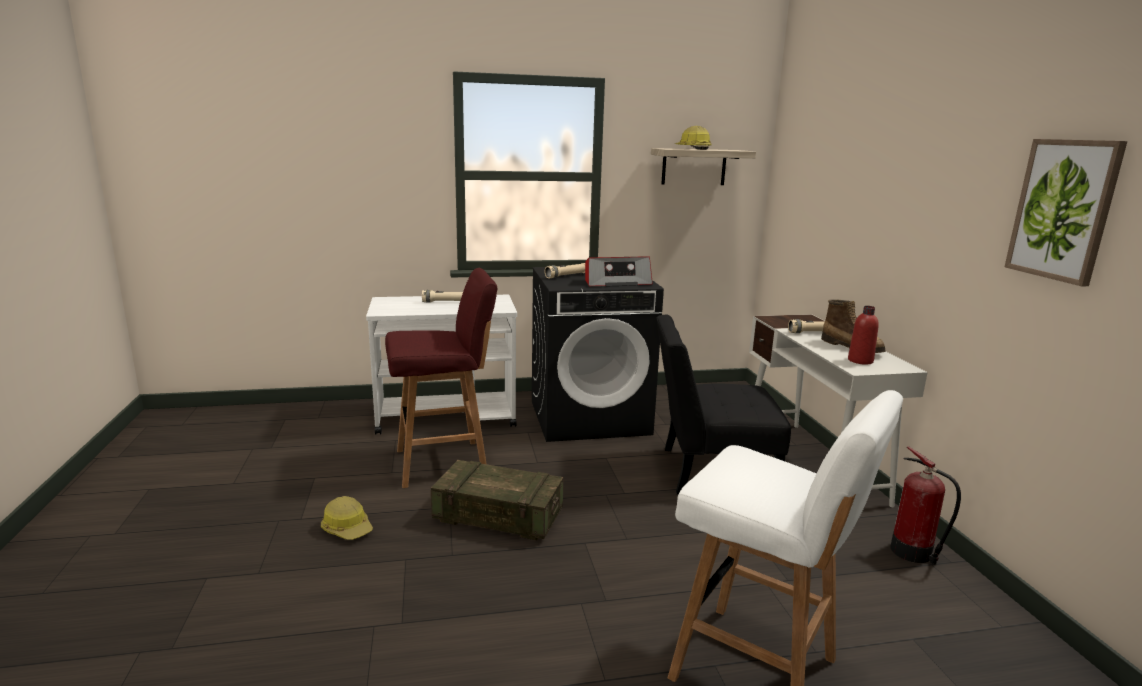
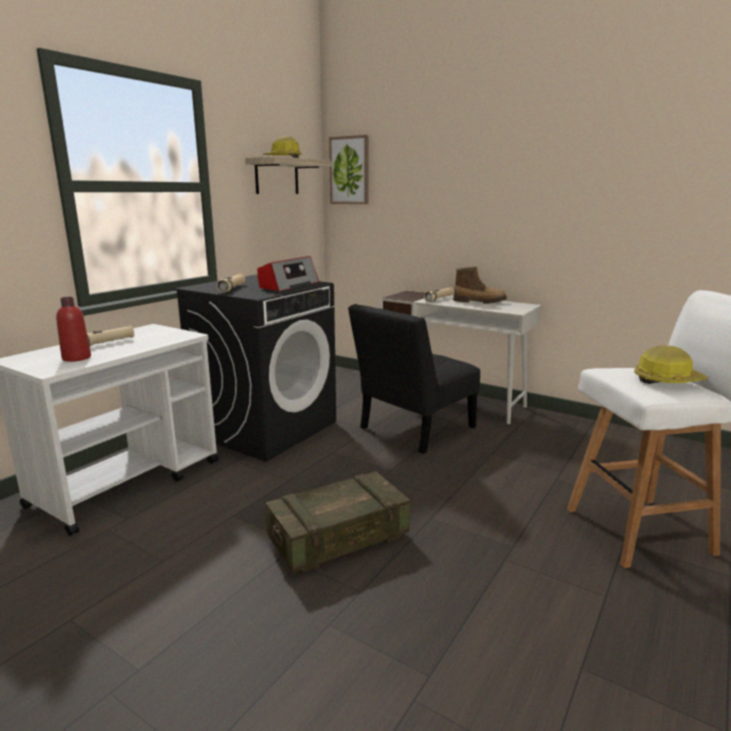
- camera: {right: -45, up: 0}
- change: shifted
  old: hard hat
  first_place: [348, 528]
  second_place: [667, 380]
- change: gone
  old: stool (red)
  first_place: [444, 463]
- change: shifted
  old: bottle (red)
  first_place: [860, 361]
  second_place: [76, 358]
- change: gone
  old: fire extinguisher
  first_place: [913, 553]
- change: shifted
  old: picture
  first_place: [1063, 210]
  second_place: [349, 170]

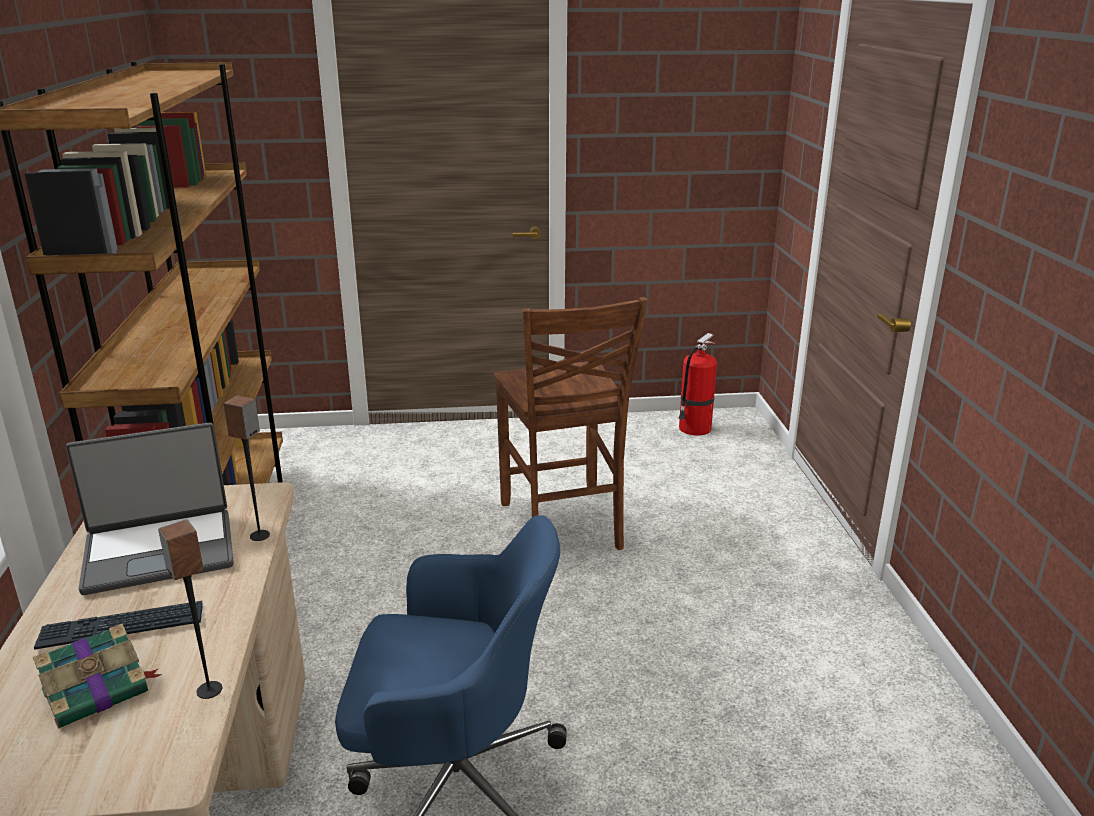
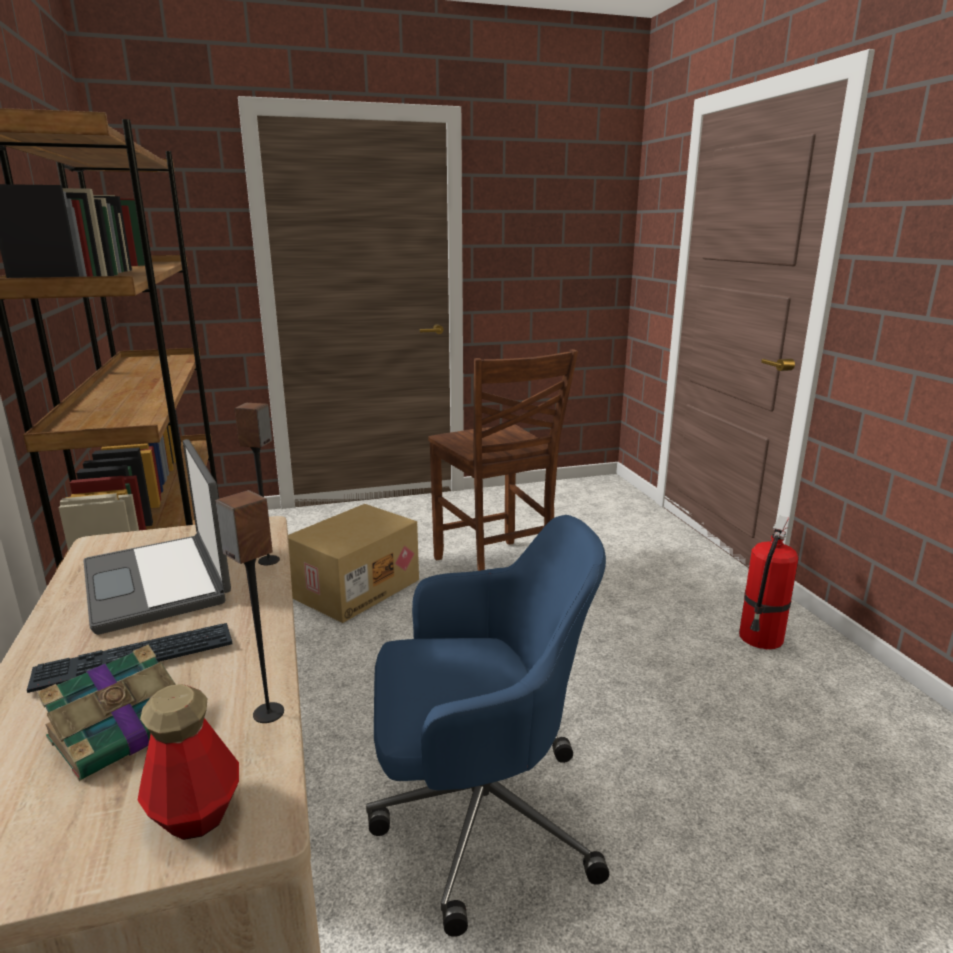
- camera: {right: -10, up: -5}
- change: rotated
  old: laptop
  first_place: [160, 551]
  second_place: [160, 582]
  degrees: 90
- change: shifted
  old: fire extinguisher
  first_place: [694, 429]
  second_place: [760, 638]
- change: new
  new: bottle
  second_place: [195, 813]
- change: new
  new: cardboard box
  second_place: [355, 587]

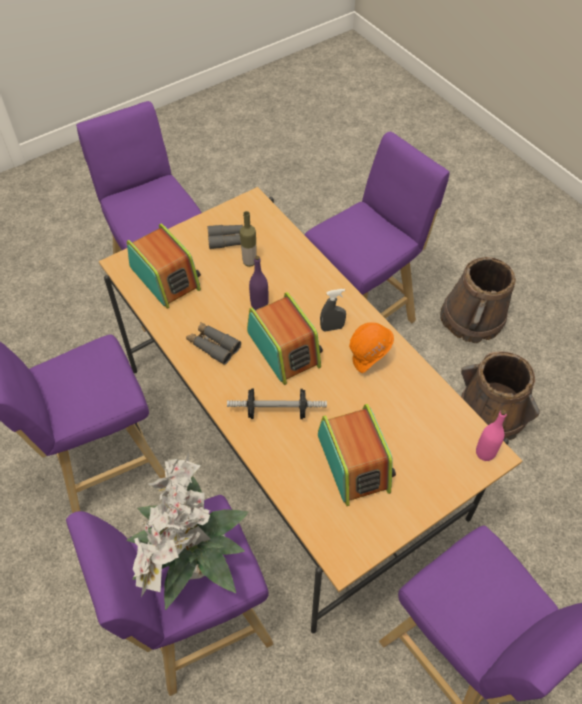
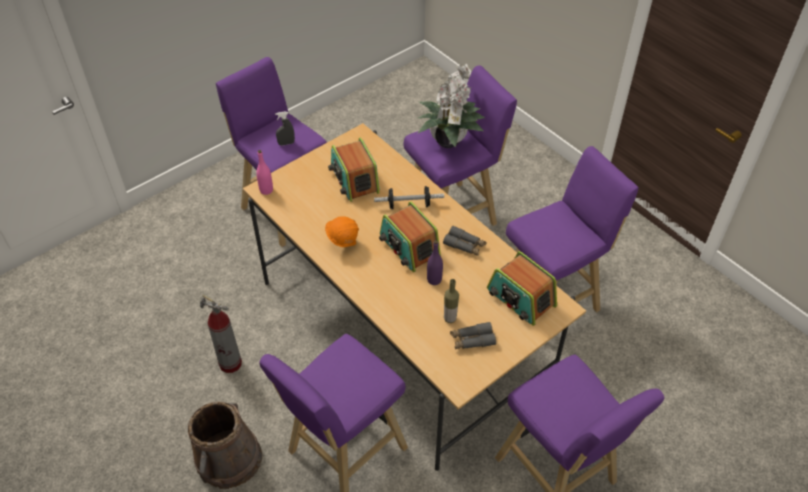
- camera: {right: 175, up: -5}
- change: shifted
  old: spray bottle (grey)
  first_place: [332, 328]
  second_place: [286, 143]
- change: swapped
  old: bucket (brown)
  new: fire extinguisher
  first_place: [491, 412]
  second_place: [230, 363]

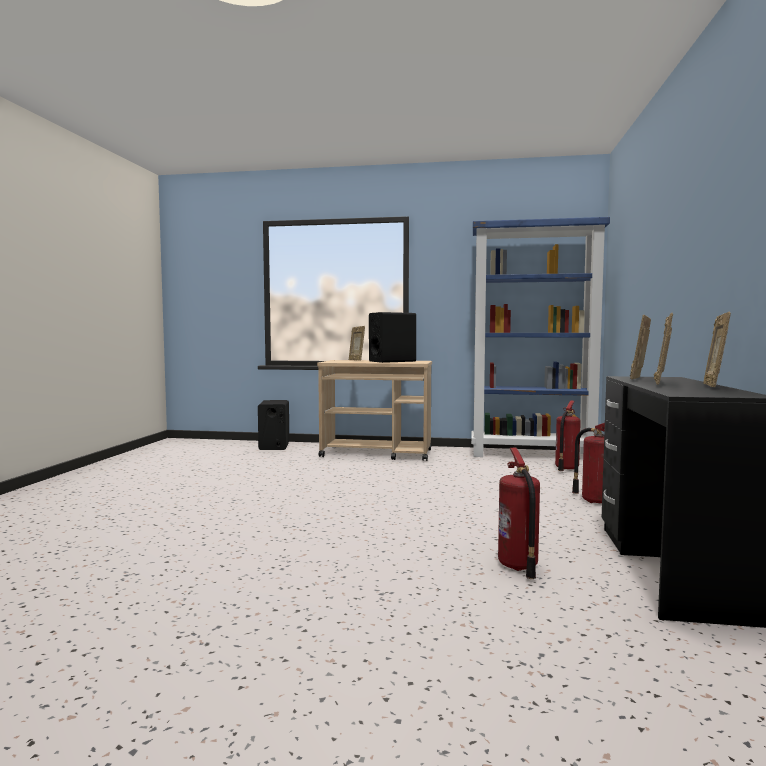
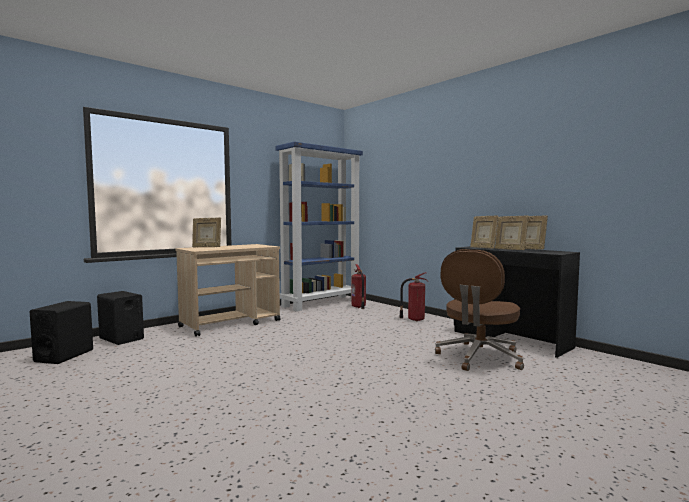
- camera: {right: -50, up: 0}
- change: shifted
  old: speaker (black)
  first_place: [392, 361]
  second_place: [64, 356]
- change: swapped
  old: fire extinguisher
  new: office chair (brown)
  first_place: [518, 566]
  second_place: [479, 358]

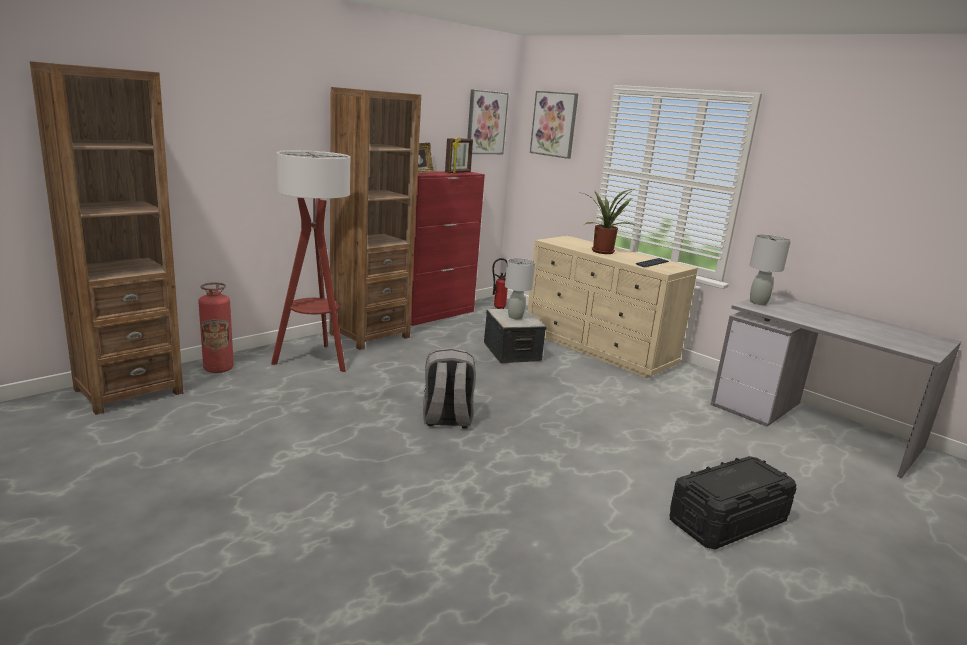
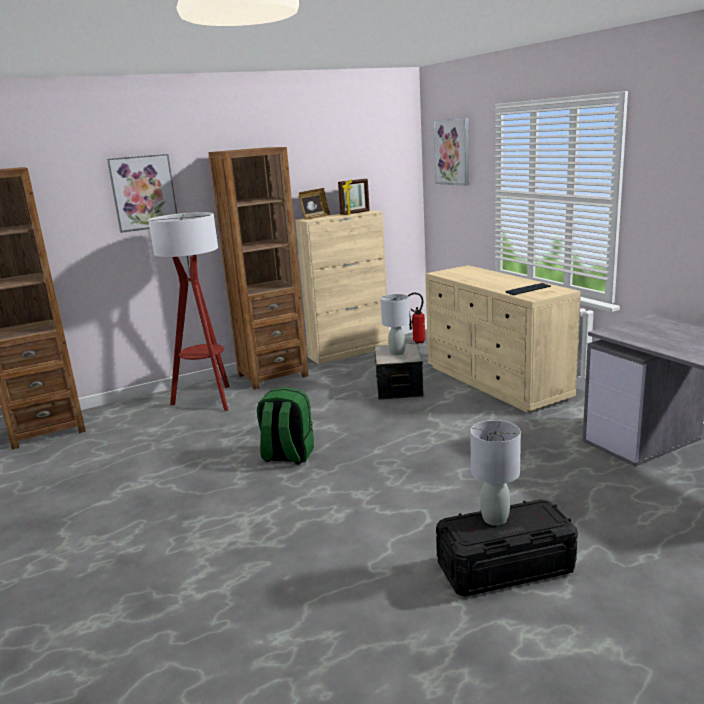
- camera: {right: 20, up: 0}
- change: gone
  old: fire extinguisher
  first_place: [218, 369]
- change: repainted
  old: cabinet (red)
  new: cabinet (beige)
  first_place: [436, 314]
  second_place: [350, 352]
- change: repainted
  old: backpack (grey)
  new: backpack (green)
  first_place: [446, 420]
  second_place: [287, 456]
- change: shifted
  old: picture
  first_place: [486, 122]
  second_place: [143, 192]
- change: gone
  old: potted plant
  first_place: [603, 251]
- change: shifted
  old: table lamp (grey)
  first_place: [758, 302]
  second_place: [495, 519]

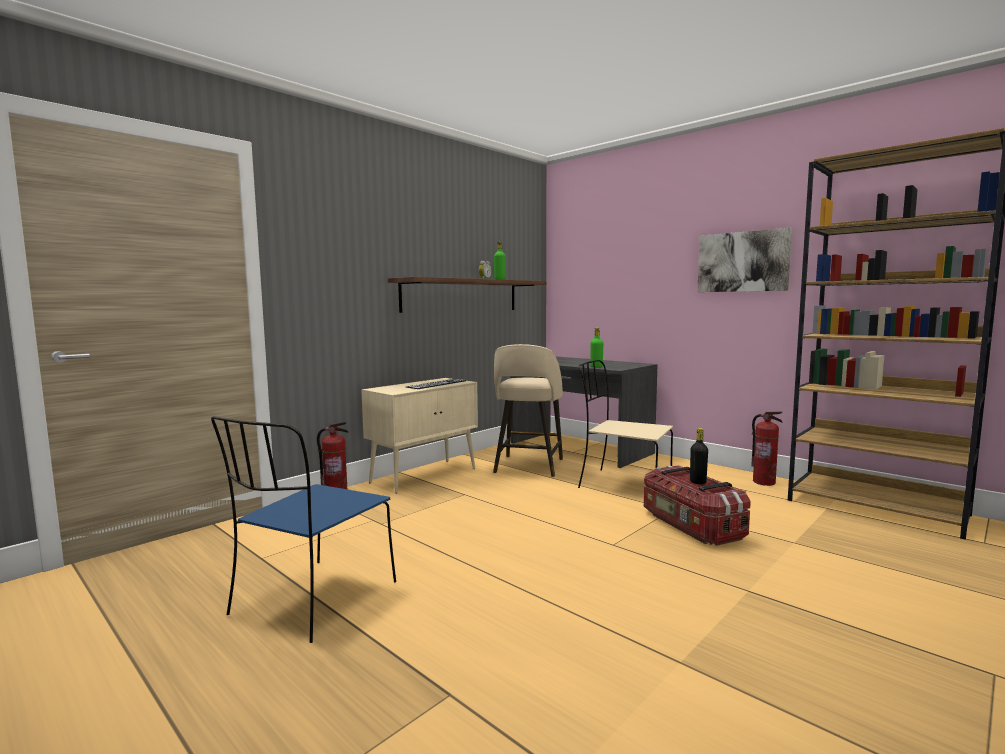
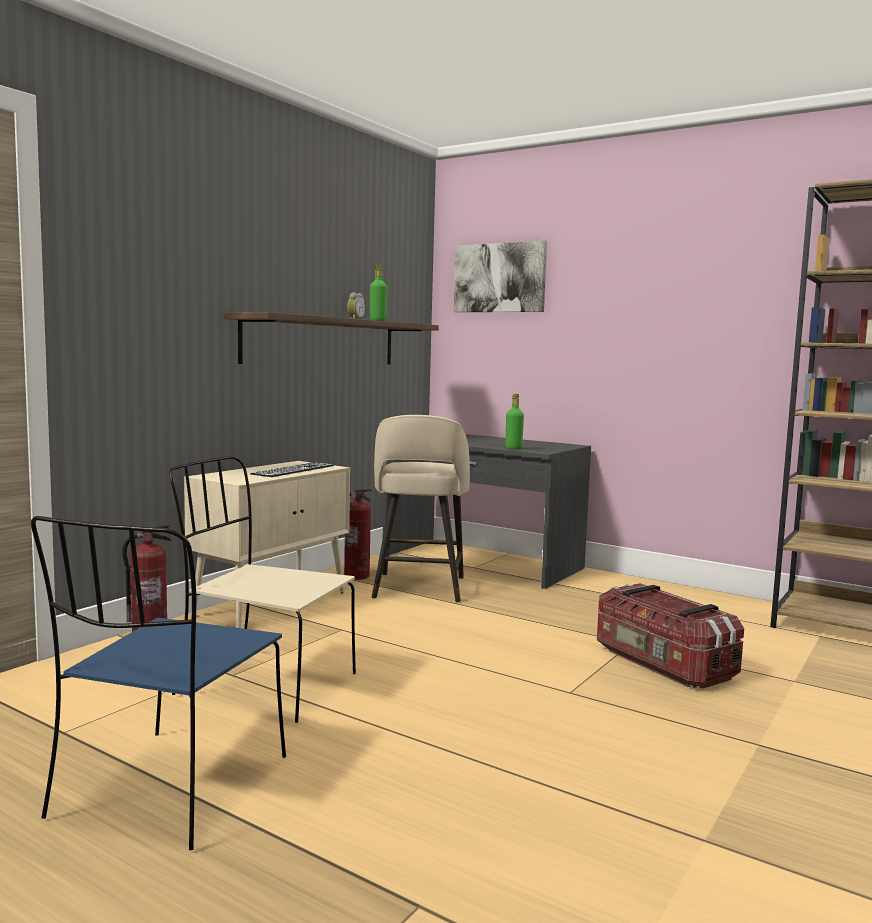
- camera: {right: -10, up: 0}
- change: shifted
  old: chair (beige)
  first_place: [623, 484]
  second_place: [262, 684]
- change: gone
  old: bottle (black)
  first_place: [698, 482]
- change: shifted
  old: picture
  first_place: [742, 262]
  second_place: [500, 278]
- change: shifted
  old: fire extinguisher
  first_place: [764, 482]
  second_place: [357, 576]

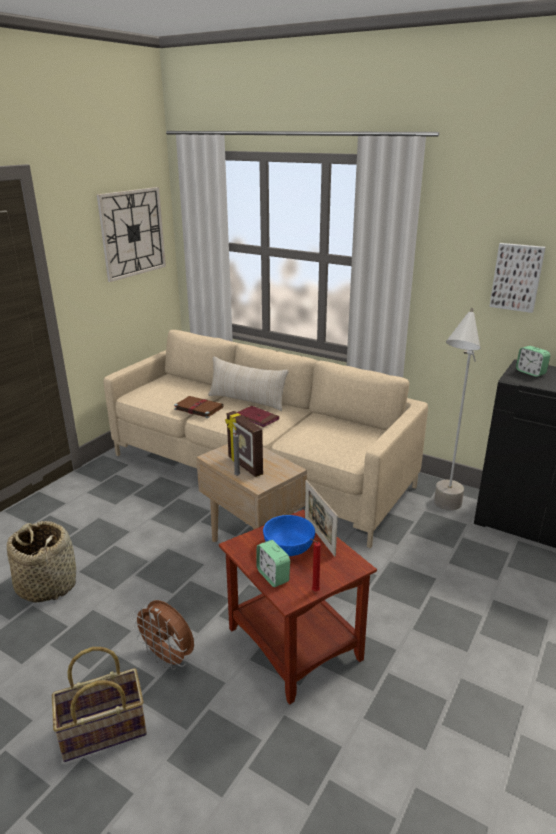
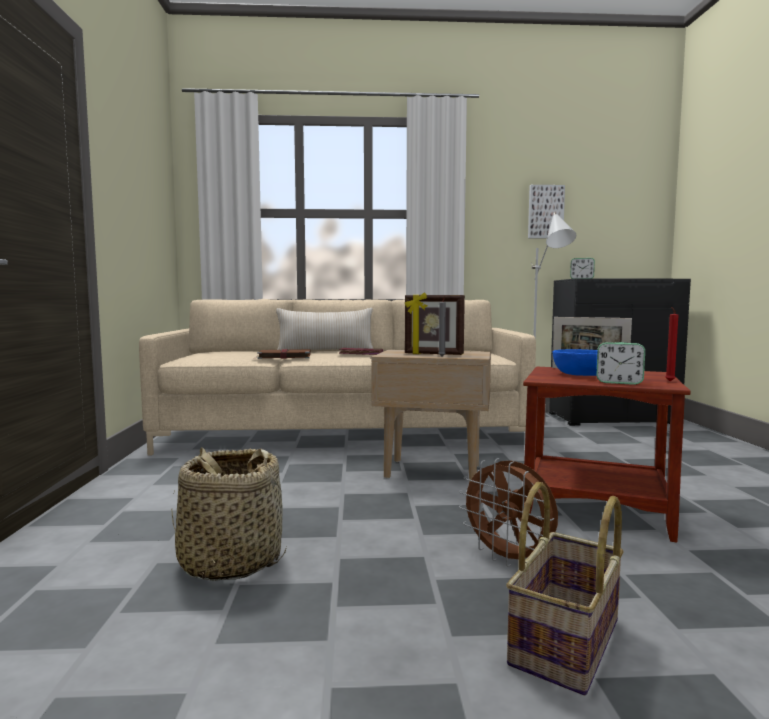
- camera: {right: -35, up: -20}
- change: gone
  old: wall clock
  first_place: [132, 233]
- change: rotated
  old: fan (brown)
  first_place: [168, 658]
  second_place: [509, 559]
  degrees: 45

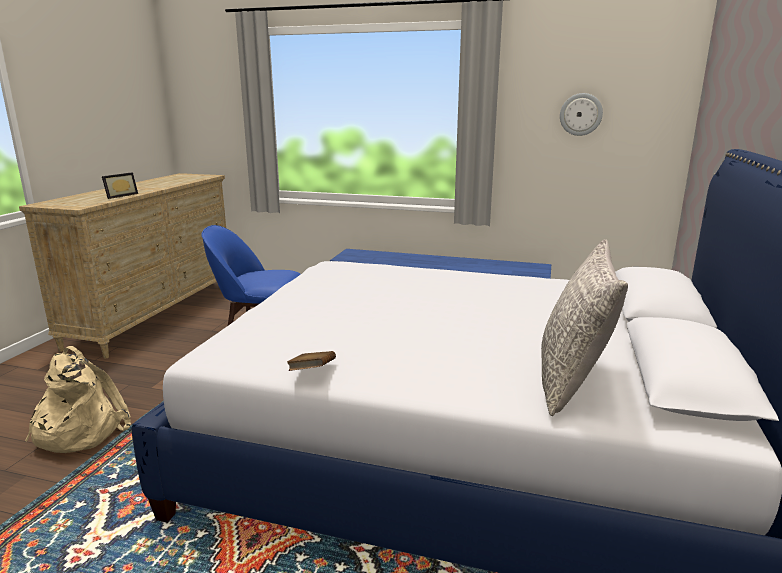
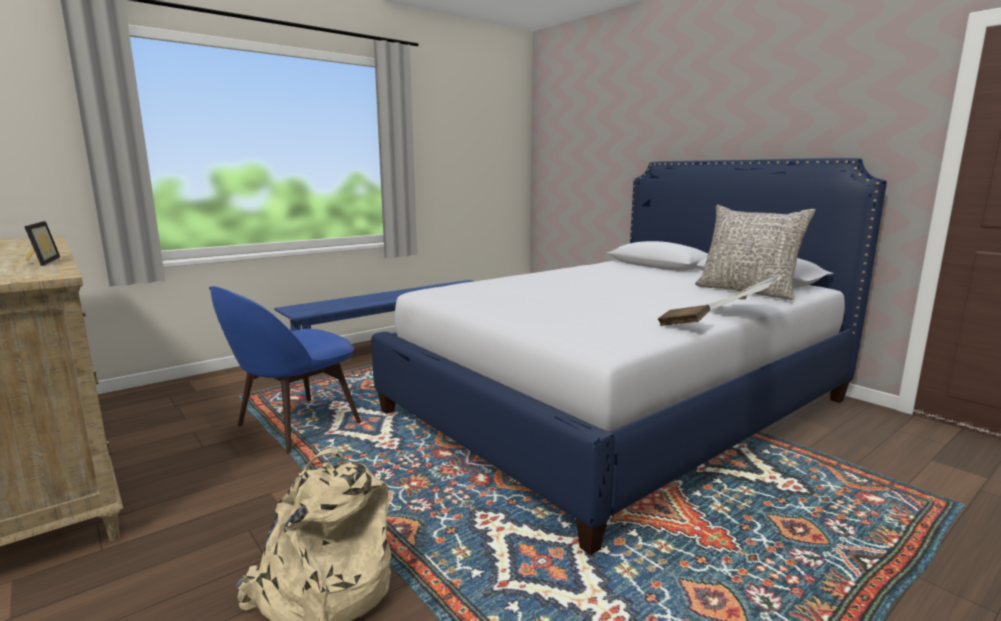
- camera: {right: -55, up: -5}
- change: gone
  old: wall clock
  first_place: [581, 114]
- change: new
  new: newspaper
  second_place: [737, 312]

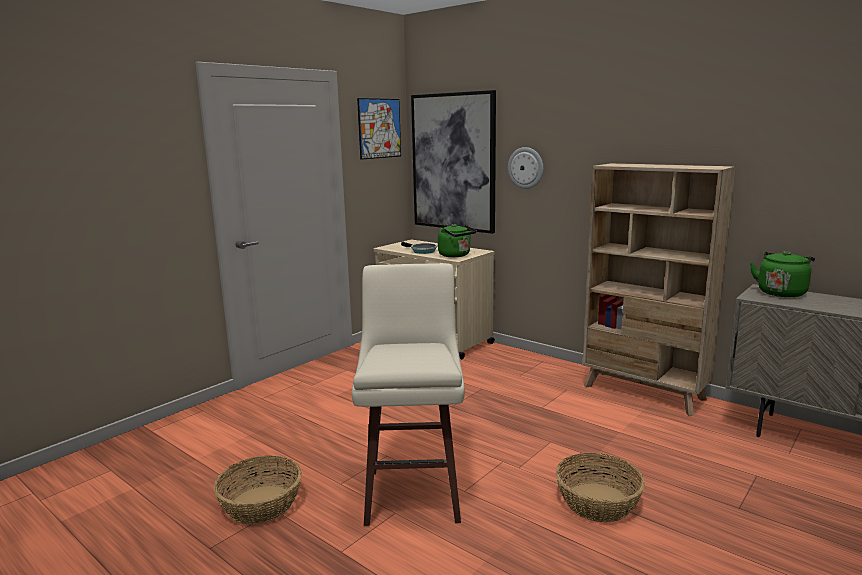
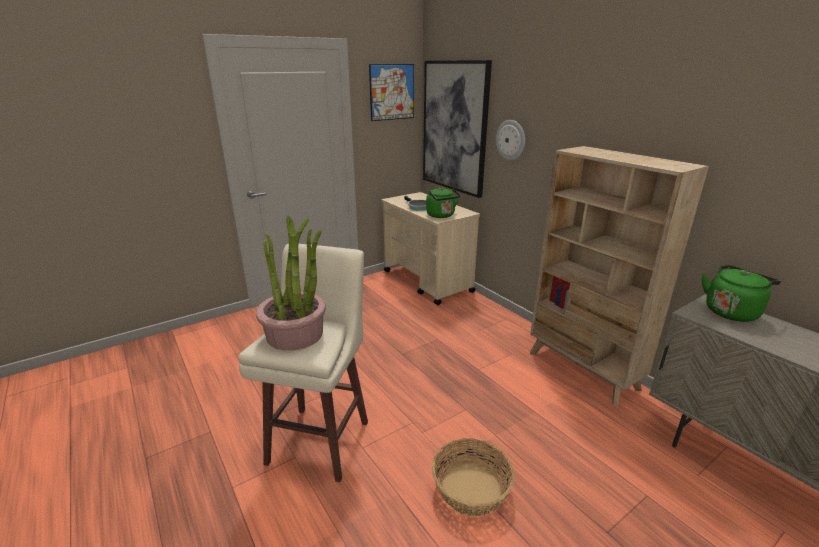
- camera: {right: 15, up: 10}
- change: gone
  old: basket
  first_place: [260, 504]
- change: new
  new: potted plant
  second_place: [295, 334]

